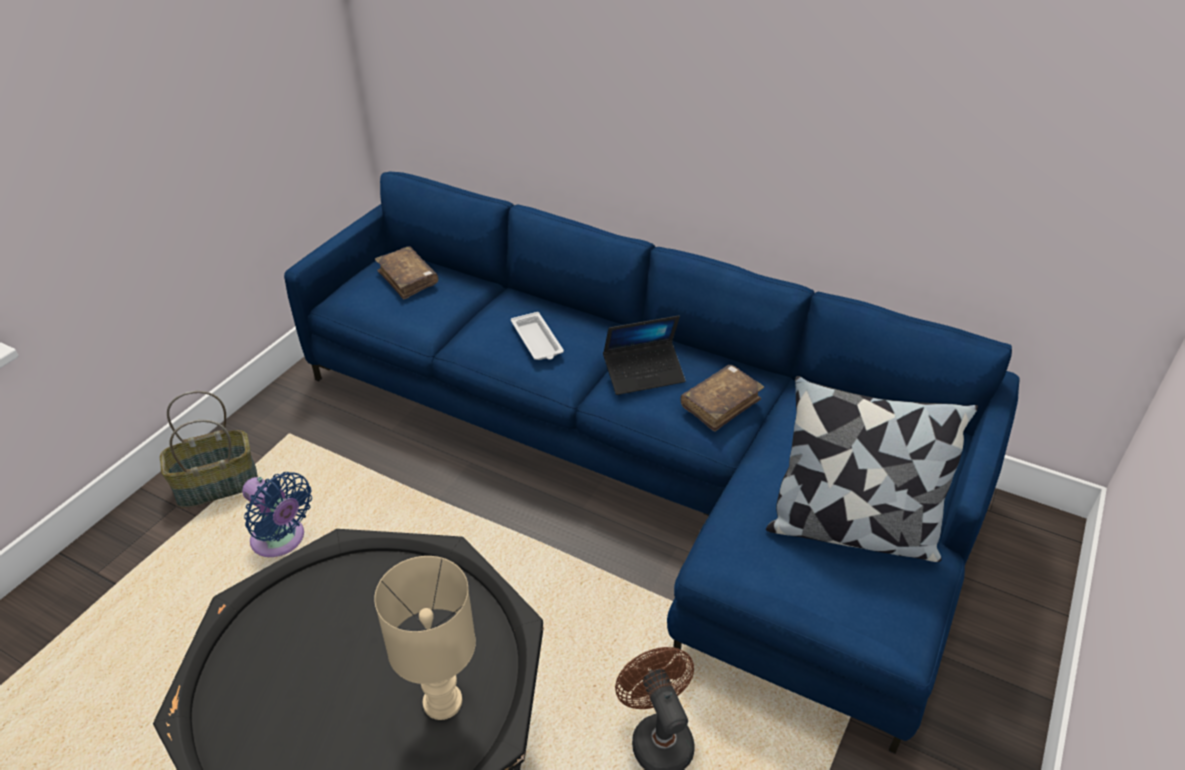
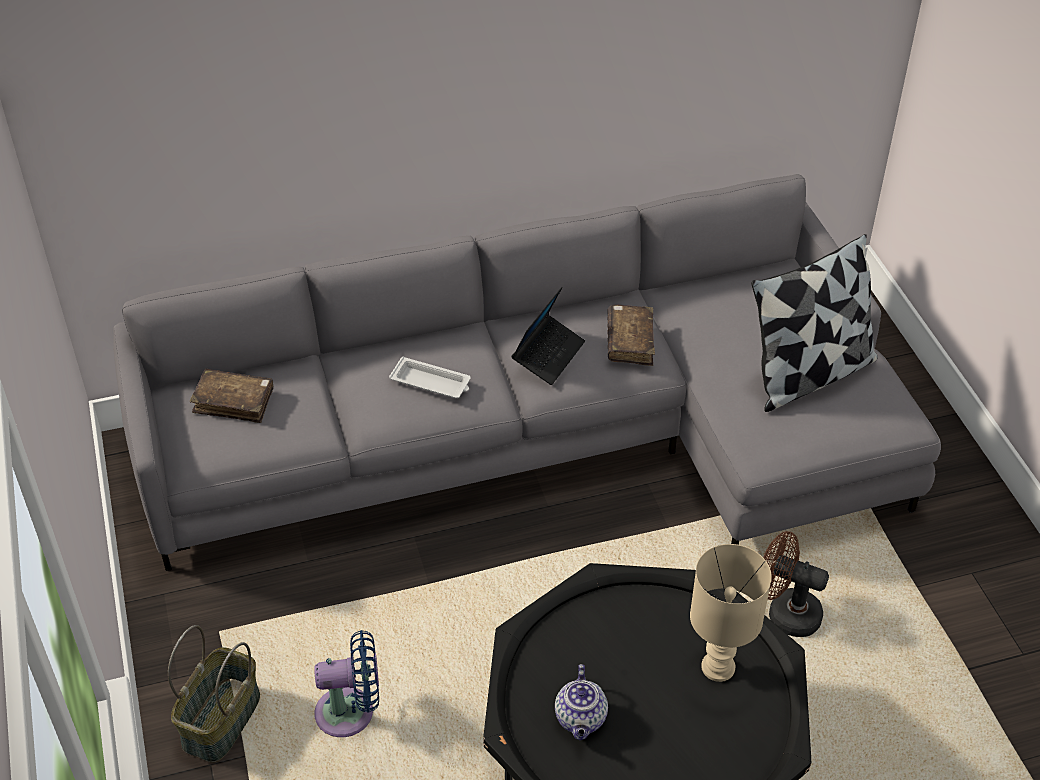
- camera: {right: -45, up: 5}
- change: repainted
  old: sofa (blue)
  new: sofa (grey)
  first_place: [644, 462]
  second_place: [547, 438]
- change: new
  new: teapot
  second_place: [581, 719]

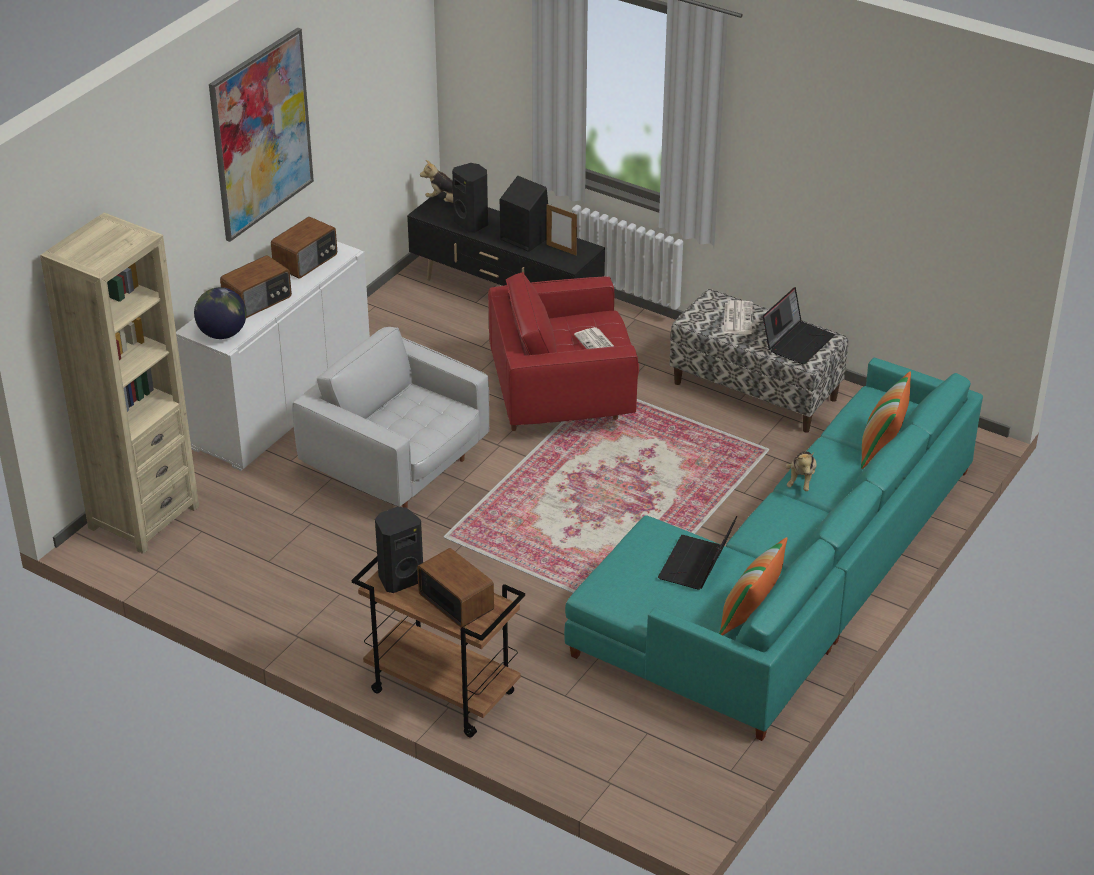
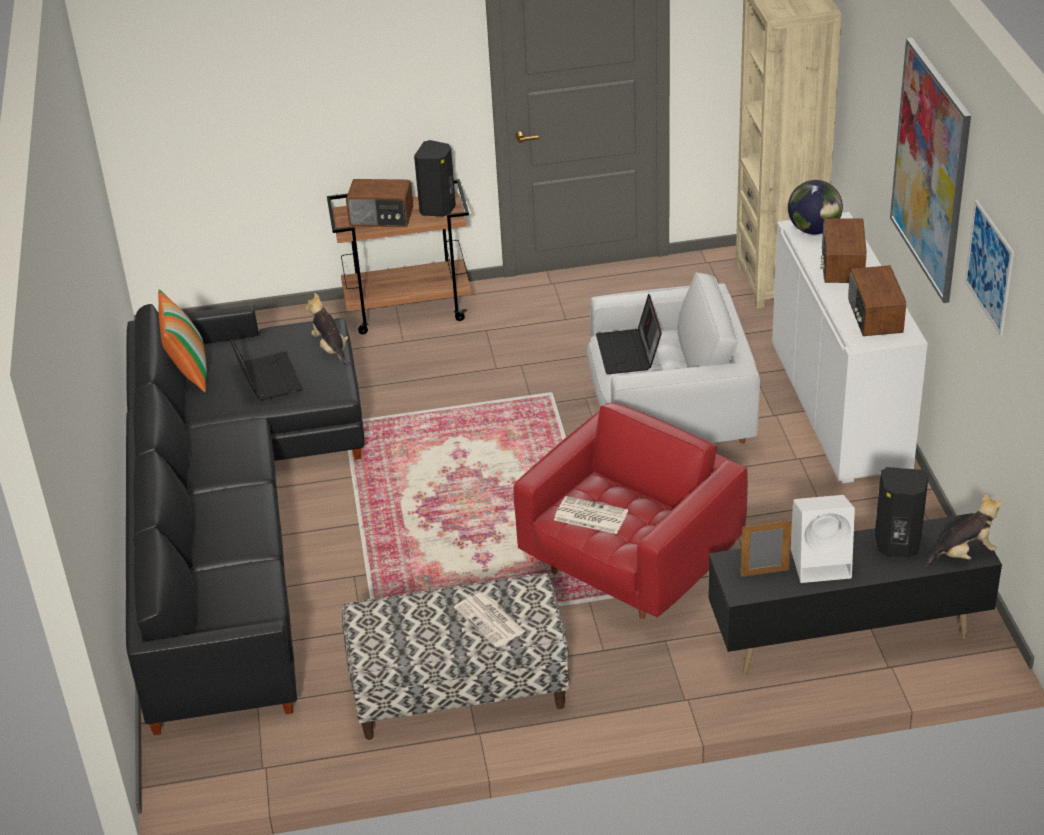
- camera: {right: 140, up: 0}
- change: repainted
  old: speaker (black)
  new: speaker (white)
  first_place: [524, 237]
  second_place: [822, 563]
- change: repainted
  old: sofa (turquoise)
  new: sofa (black)
  first_place: [788, 585]
  second_place: [233, 520]
- change: shifted
  old: laptop
  first_place: [797, 341]
  second_place: [629, 353]
- change: shifted
  old: plush toy
  first_place: [801, 480]
  second_place: [331, 349]
- change: gone
  old: pillow
  first_place: [881, 448]
- change: new
  new: picture
  second_place: [989, 267]

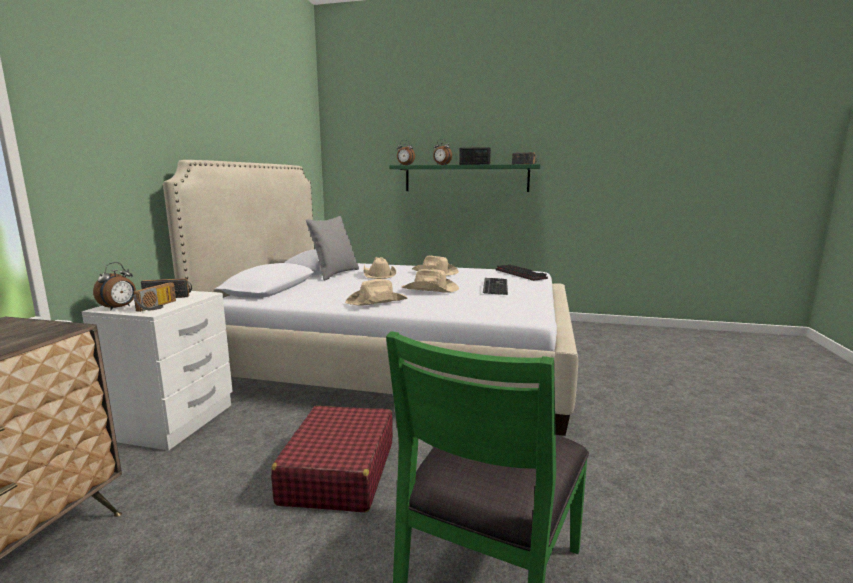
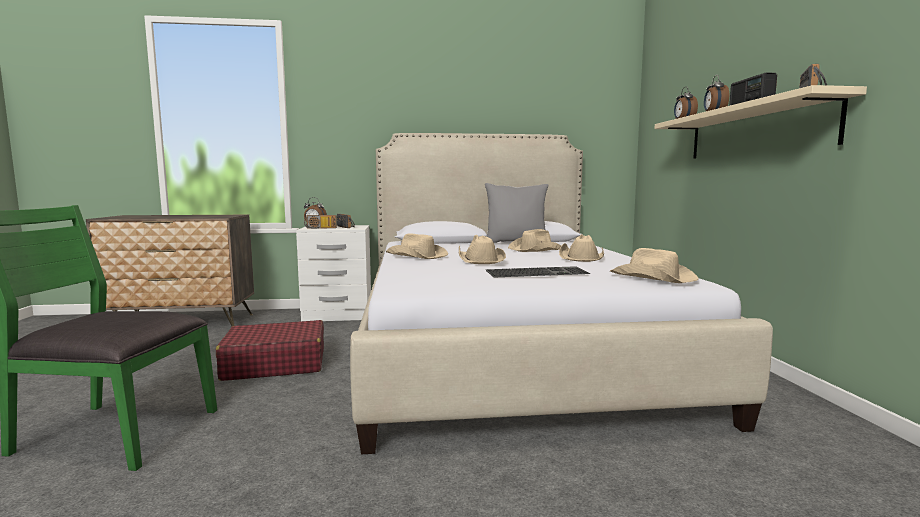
- camera: {right: 70, up: -5}
- change: repainted
  old: shelf (green)
  new: shelf (beige)
  first_place: [466, 178]
  second_place: [755, 131]
- change: swapped
  old: keyboard
  new: hat (beige)
  first_place: [522, 274]
  second_place: [653, 278]

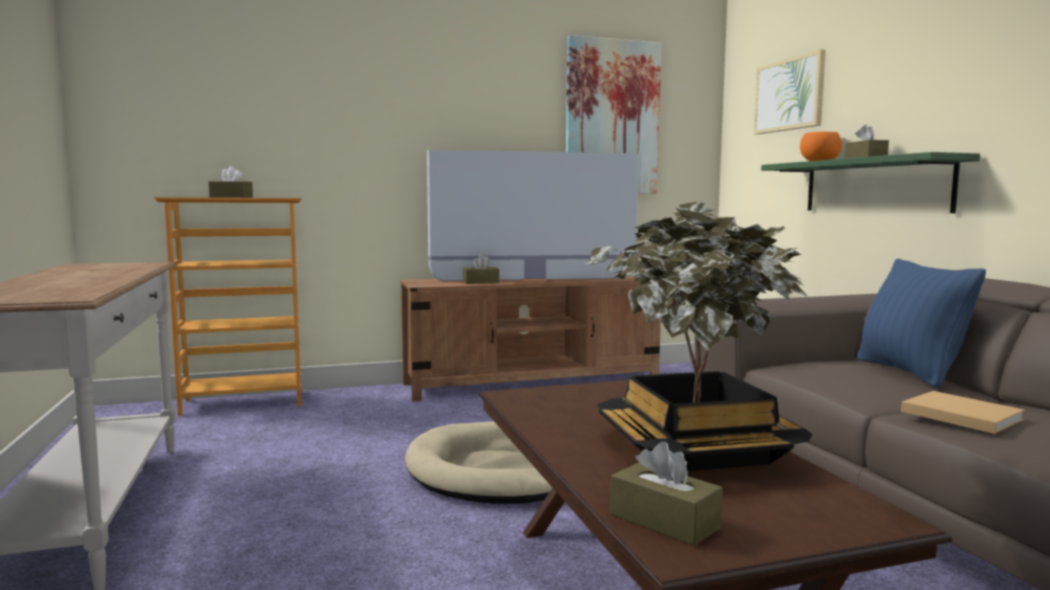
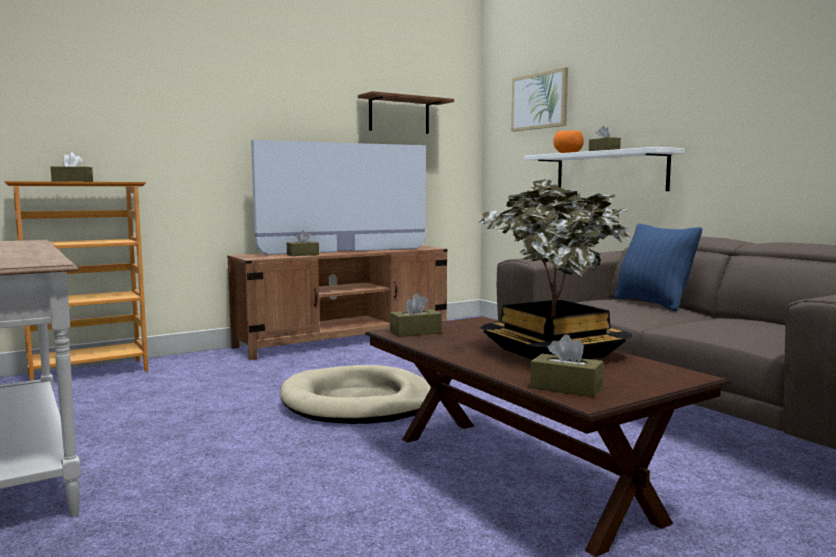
- camera: {right: -15, up: 0}
- change: swapped
  old: picture
  new: shelf (brown)
  first_place: [612, 117]
  second_place: [399, 115]
- change: repainted
  old: shelf (green)
  new: shelf (white)
  first_place: [874, 186]
  second_place: [609, 172]
- change: gone
  old: book (beige)
  first_place: [957, 414]
- change: new
  new: tissue box (brown)
  second_place: [415, 332]

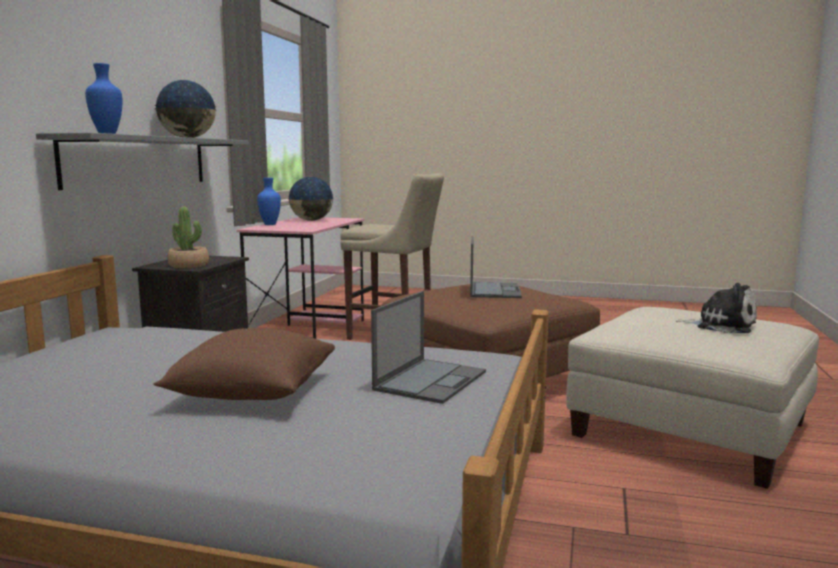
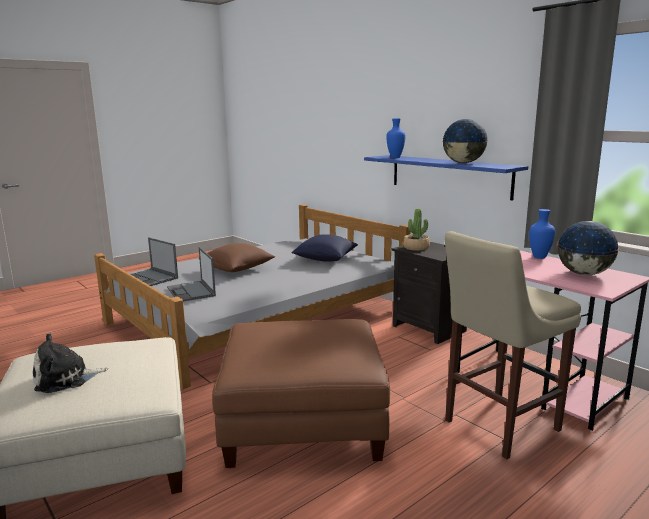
- camera: {right: 125, up: 5}
- change: repainted
  old: shelf (grey)
  new: shelf (blue)
  first_place: [138, 161]
  second_place: [448, 176]
- change: shifted
  old: laptop
  first_place: [494, 290]
  second_place: [151, 278]
- change: new
  new: pillow (blue)
  second_place: [325, 259]

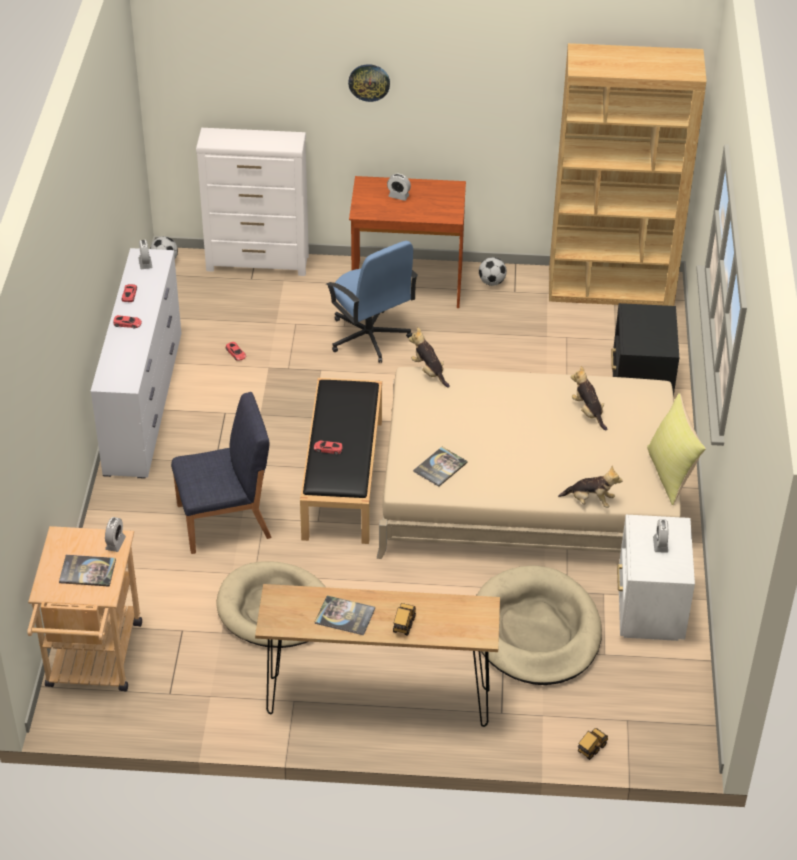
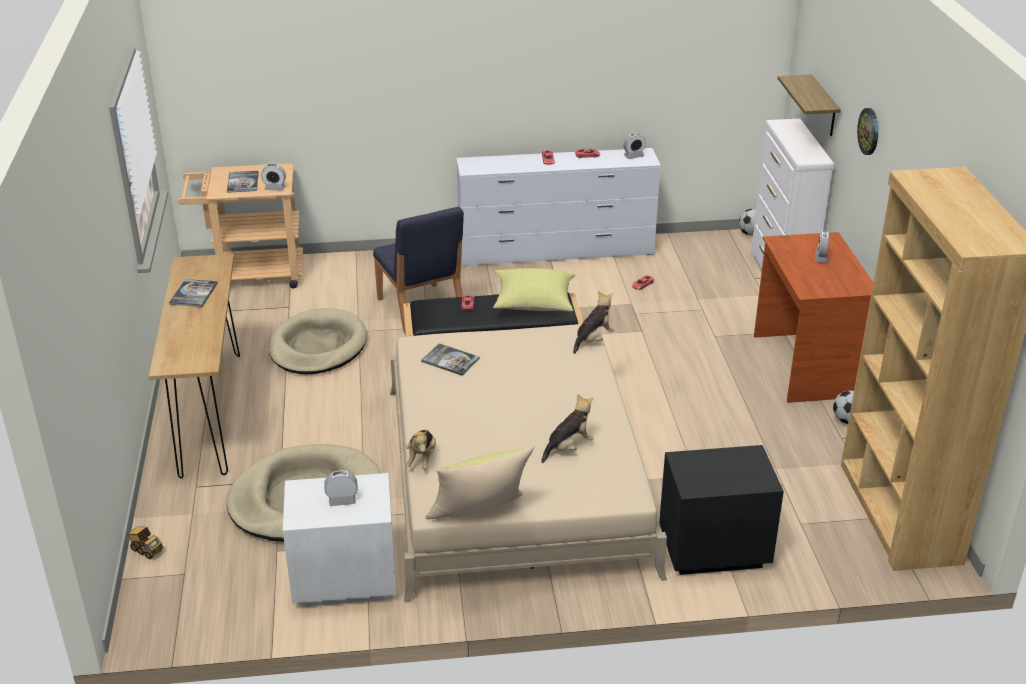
- camera: {right: 80, up: -10}
- change: gone
  old: office chair (blue)
  first_place: [369, 337]
- change: gone
  old: toy truck
  first_place: [404, 625]
- change: new
  new: pillow (yellow)
  second_place: [533, 304]
- change: new
  new: shelf
  second_place: [823, 107]

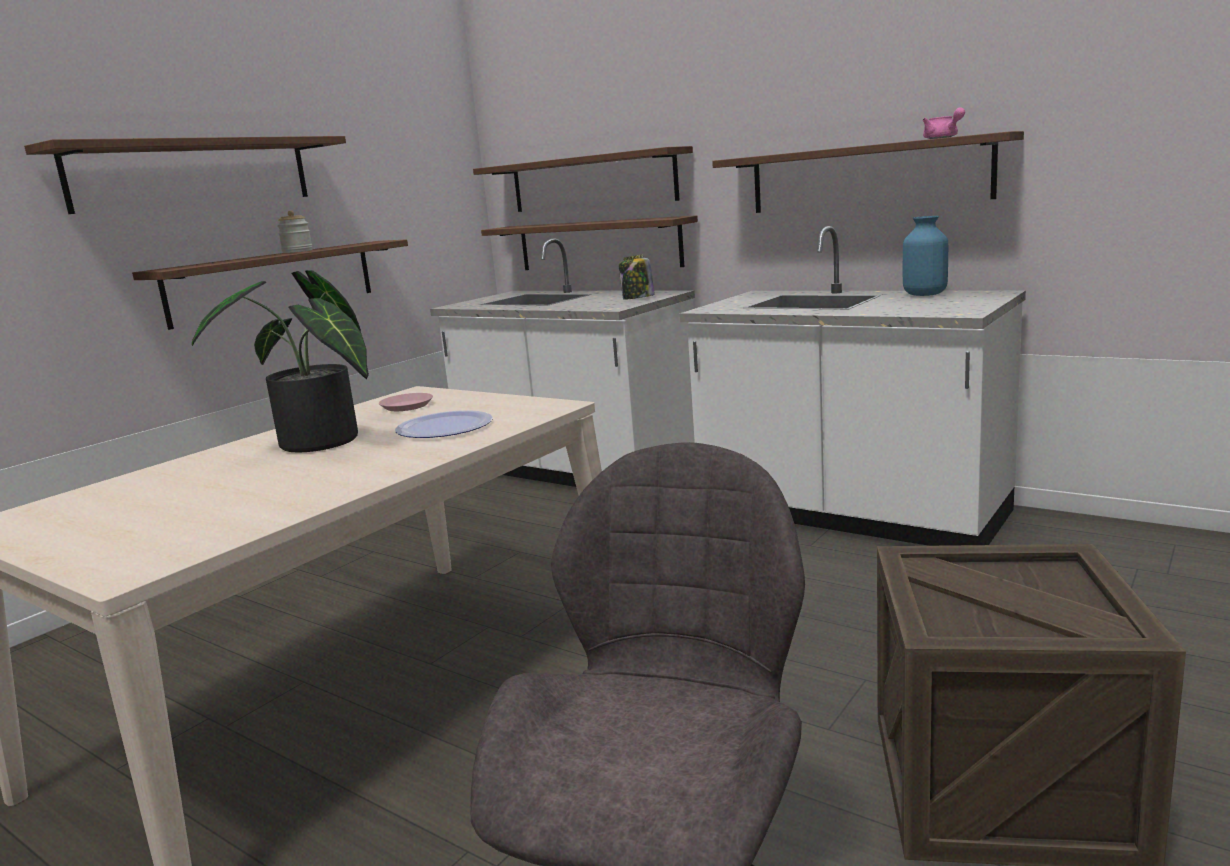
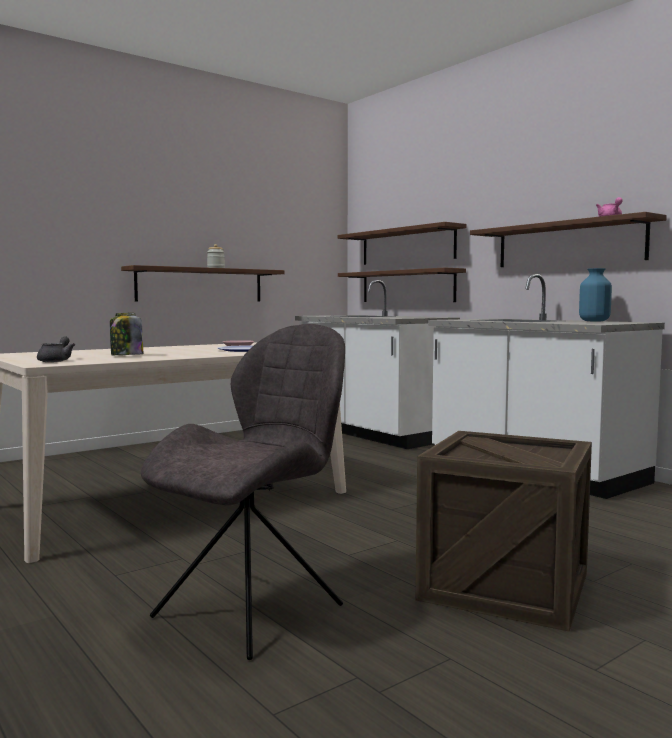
- camera: {right: 15, up: -10}
- change: gone
  old: shelf
  first_place: [194, 174]
- change: gone
  old: potted plant
  first_place: [319, 444]
- change: shifted
  old: jar
  first_place: [637, 298]
  second_place: [126, 355]
- change: new
  new: teapot (grey)
  second_place: [56, 361]

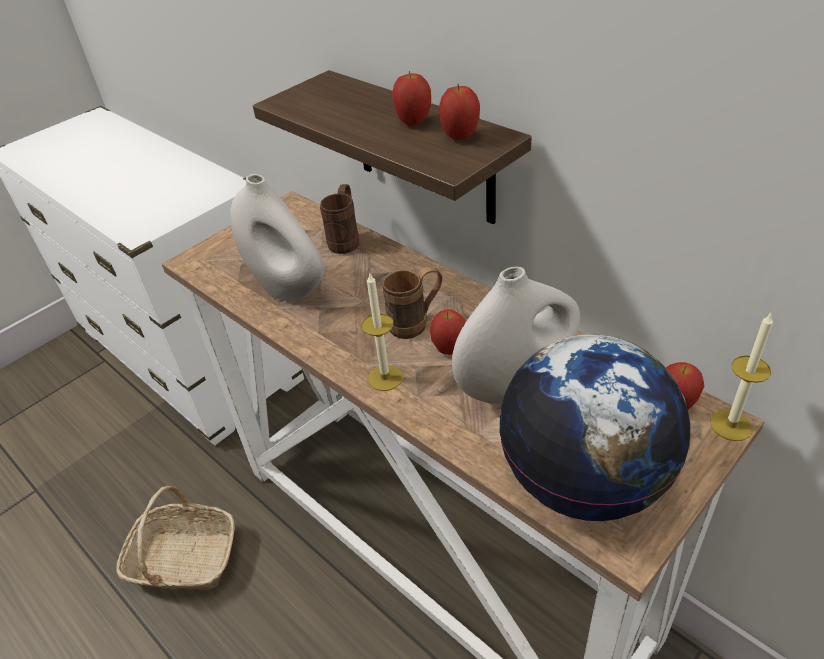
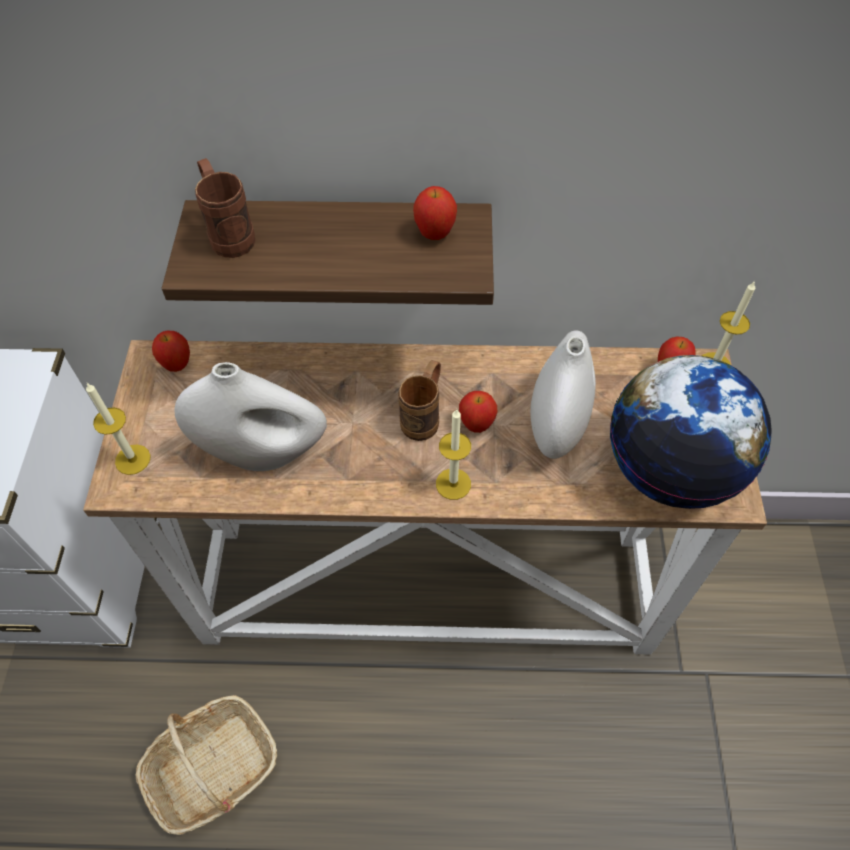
- camera: {right: -45, up: 15}
- change: shifted
  old: mug (brown)
  first_place: [346, 239]
  second_place: [229, 234]
- change: shifted
  old: apple
  first_place: [413, 123]
  second_place: [177, 365]
- change: new
  new: candle
  second_place: [132, 459]

